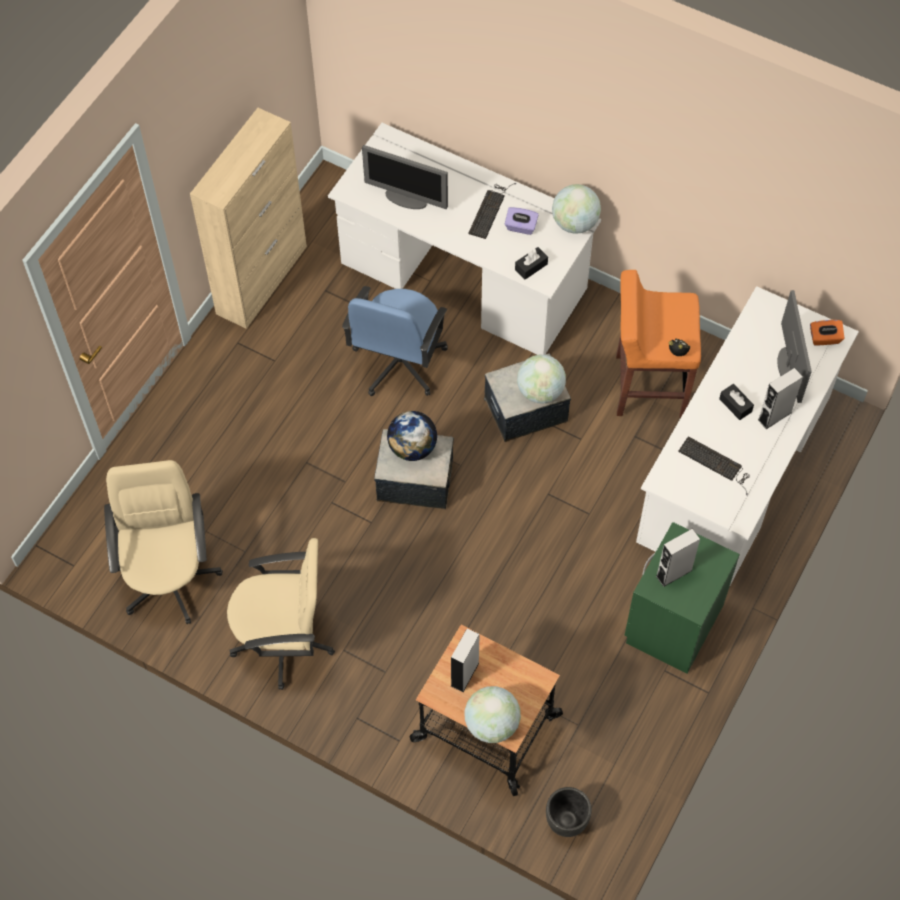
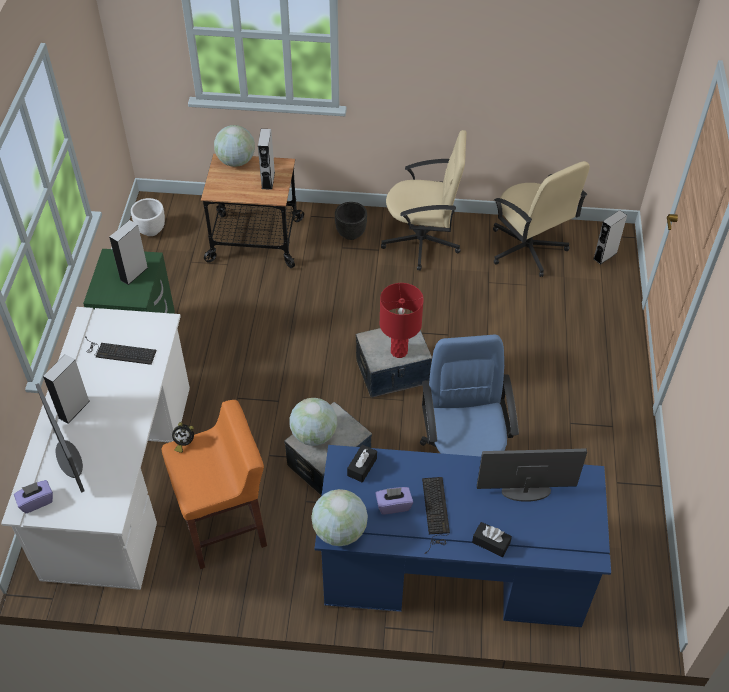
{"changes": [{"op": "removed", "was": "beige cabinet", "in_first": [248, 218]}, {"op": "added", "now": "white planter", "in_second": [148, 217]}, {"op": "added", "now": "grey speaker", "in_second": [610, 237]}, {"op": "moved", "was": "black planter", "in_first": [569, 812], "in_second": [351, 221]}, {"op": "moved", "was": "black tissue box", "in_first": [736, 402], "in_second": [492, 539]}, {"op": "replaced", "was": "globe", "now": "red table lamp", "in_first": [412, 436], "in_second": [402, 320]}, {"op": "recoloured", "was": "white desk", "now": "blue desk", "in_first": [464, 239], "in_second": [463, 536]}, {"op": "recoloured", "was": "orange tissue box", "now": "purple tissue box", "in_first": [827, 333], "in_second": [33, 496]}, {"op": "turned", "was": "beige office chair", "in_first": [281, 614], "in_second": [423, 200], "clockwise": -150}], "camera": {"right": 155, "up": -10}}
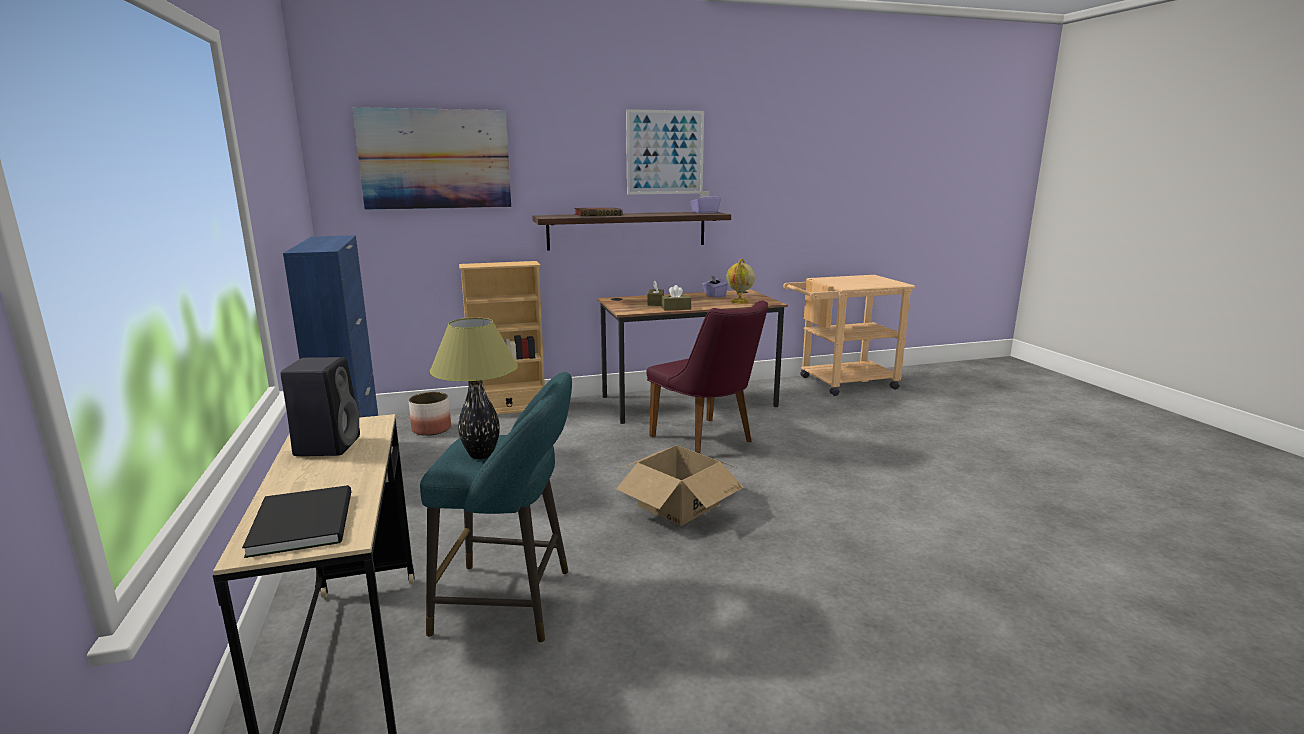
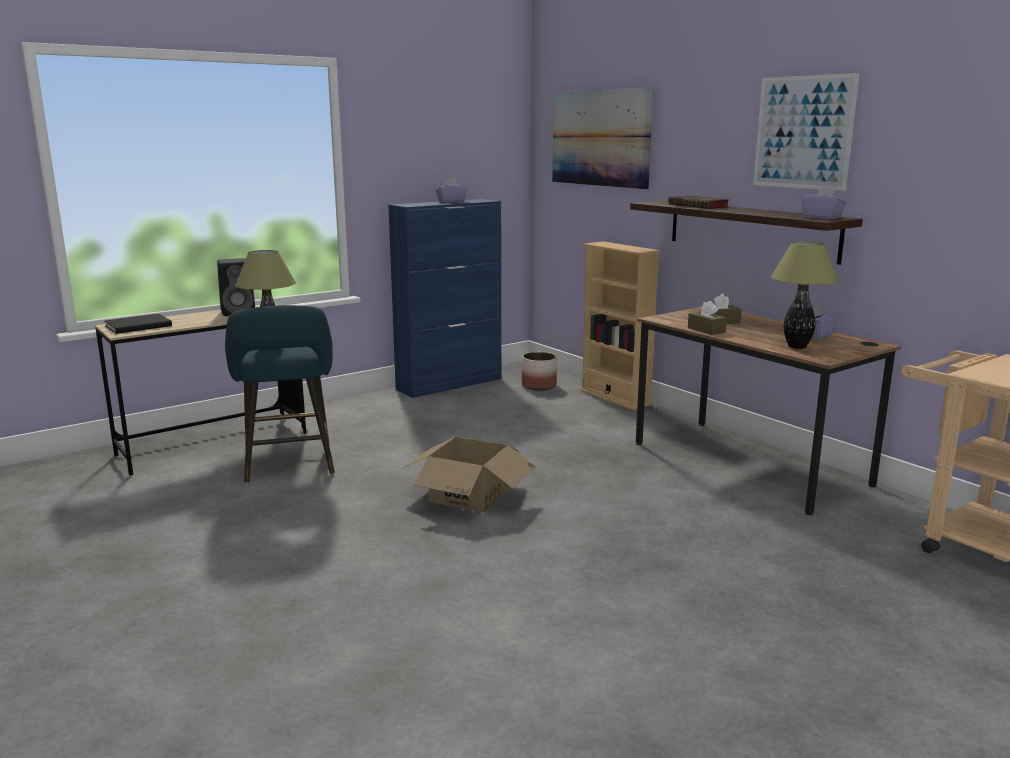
{"changes": [{"op": "removed", "was": "purple chair", "in_first": [707, 377]}, {"op": "added", "now": "purple tissue box", "in_second": [451, 190]}, {"op": "replaced", "was": "globe", "now": "table lamp", "in_first": [740, 281], "in_second": [805, 295]}], "camera": {"right": 70, "up": 0}}
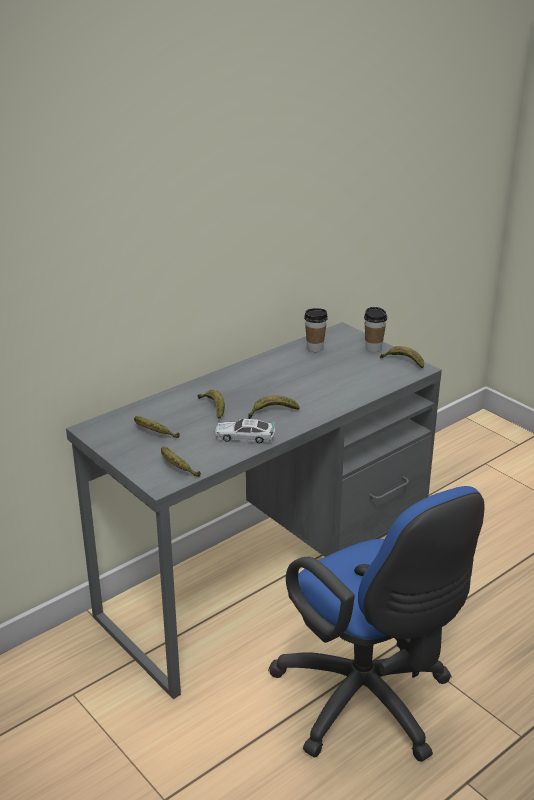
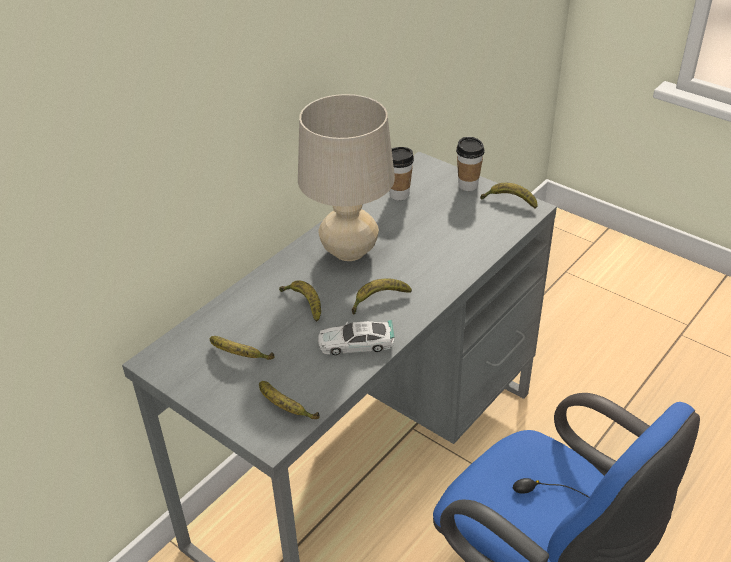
{"changes": [{"op": "added", "now": "beige table lamp", "in_second": [346, 177]}], "camera": {"right": -10, "up": 10}}
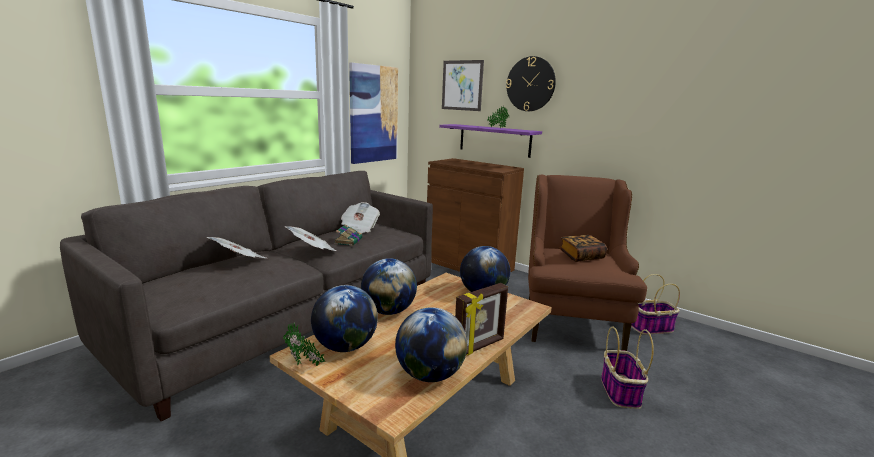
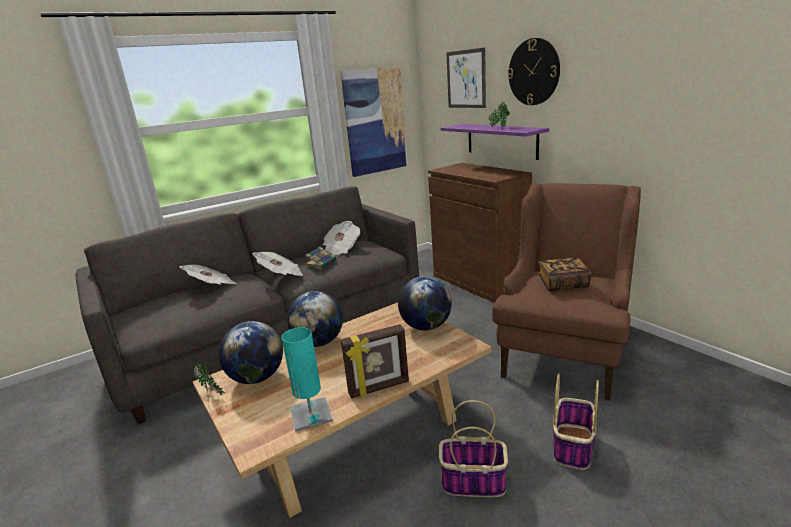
{"changes": [{"op": "moved", "was": "basket", "in_first": [655, 304], "in_second": [473, 448]}, {"op": "replaced", "was": "globe", "now": "turquoise table lamp", "in_first": [431, 344], "in_second": [307, 379]}], "camera": {"right": 20, "up": 5}}
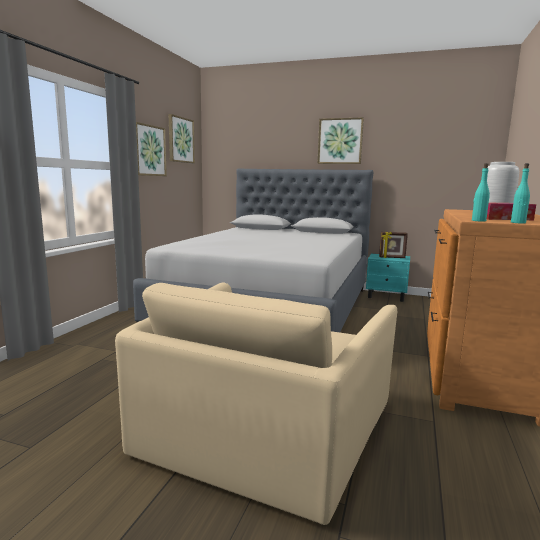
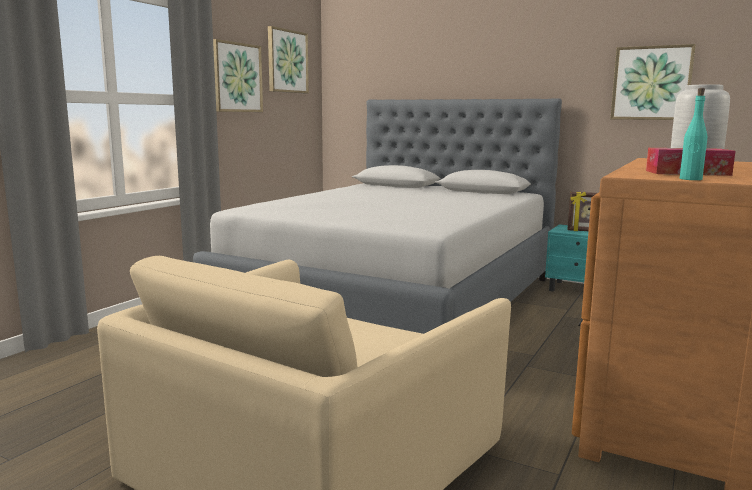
{"changes": [{"op": "removed", "was": "turquoise bottle", "in_first": [481, 192]}, {"op": "moved", "was": "picture", "in_first": [340, 140], "in_second": [653, 82]}], "camera": {"right": 10, "up": 0}}
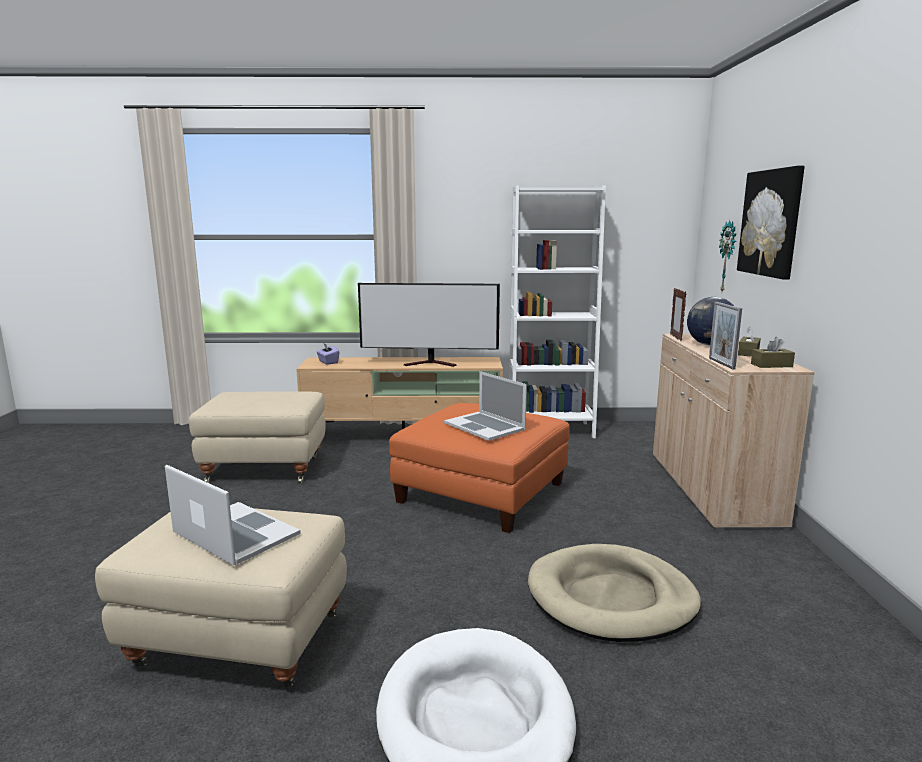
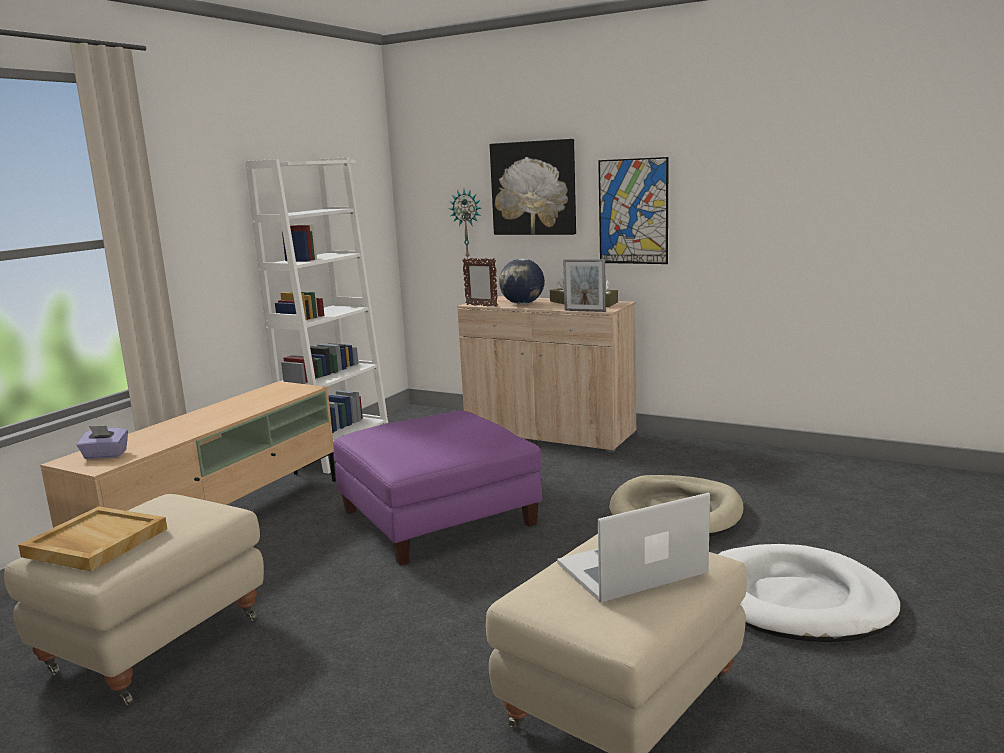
{"changes": [{"op": "removed", "was": "television", "in_first": [429, 325]}, {"op": "removed", "was": "laptop", "in_first": [485, 406]}, {"op": "added", "now": "beige tray", "in_second": [92, 538]}, {"op": "added", "now": "picture", "in_second": [633, 210]}, {"op": "recoloured", "was": "orange ottoman", "now": "purple ottoman", "in_first": [479, 468], "in_second": [437, 488]}], "camera": {"right": -60, "up": 0}}
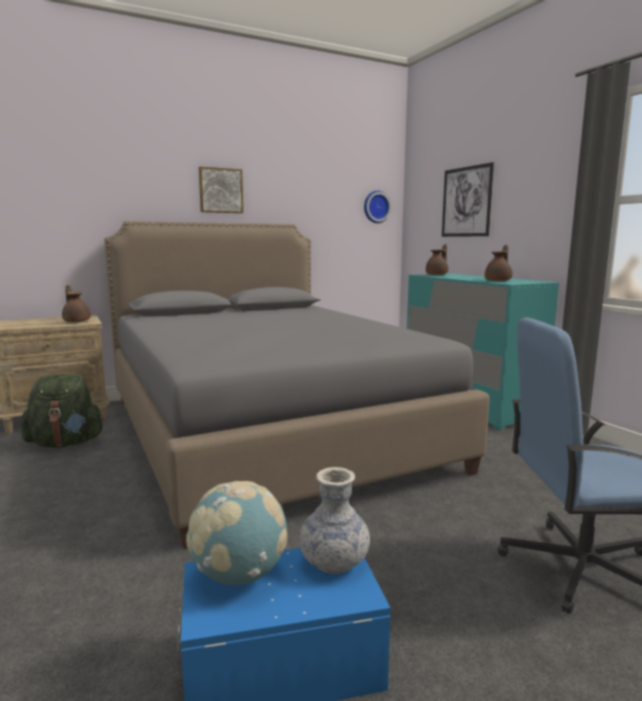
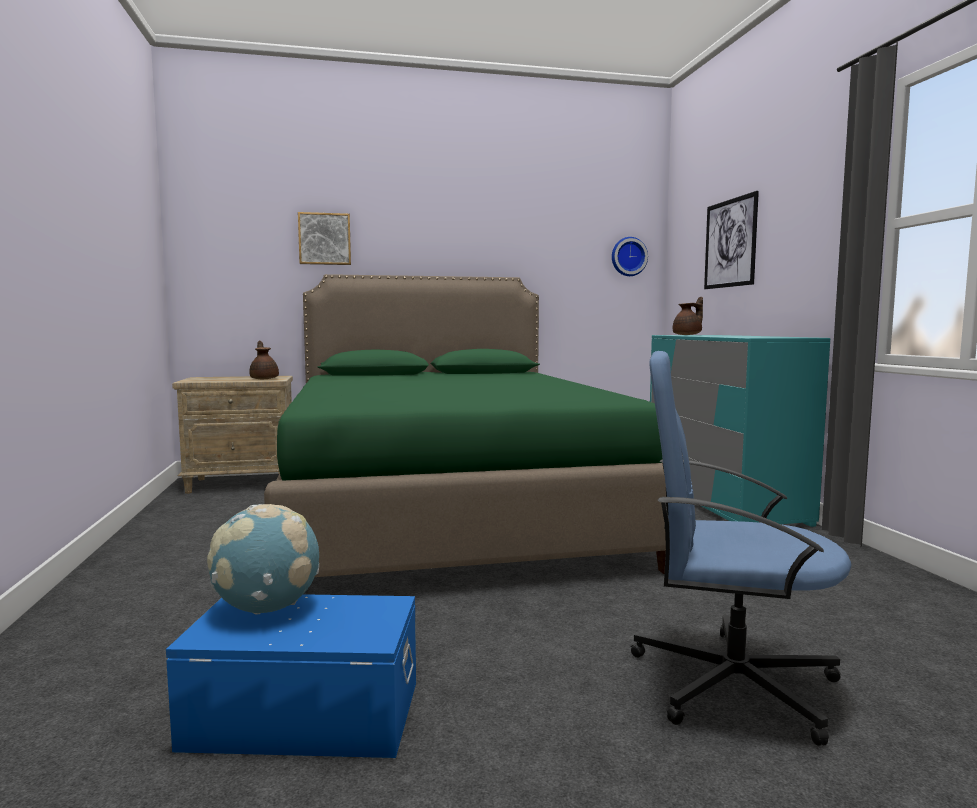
{"changes": [{"op": "removed", "was": "green backpack", "in_first": [62, 411]}, {"op": "removed", "was": "vase", "in_first": [335, 520]}, {"op": "removed", "was": "brown teapot", "in_first": [499, 263]}, {"op": "moved", "was": "picture", "in_first": [221, 190], "in_second": [324, 238]}, {"op": "recoloured", "was": "grey bed", "now": "green bed", "in_first": [297, 385], "in_second": [465, 425]}], "camera": {"right": 15, "up": -5}}
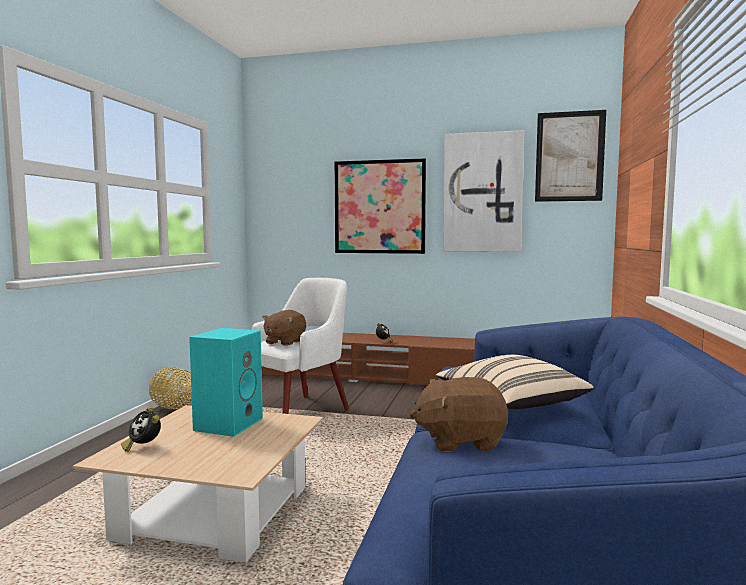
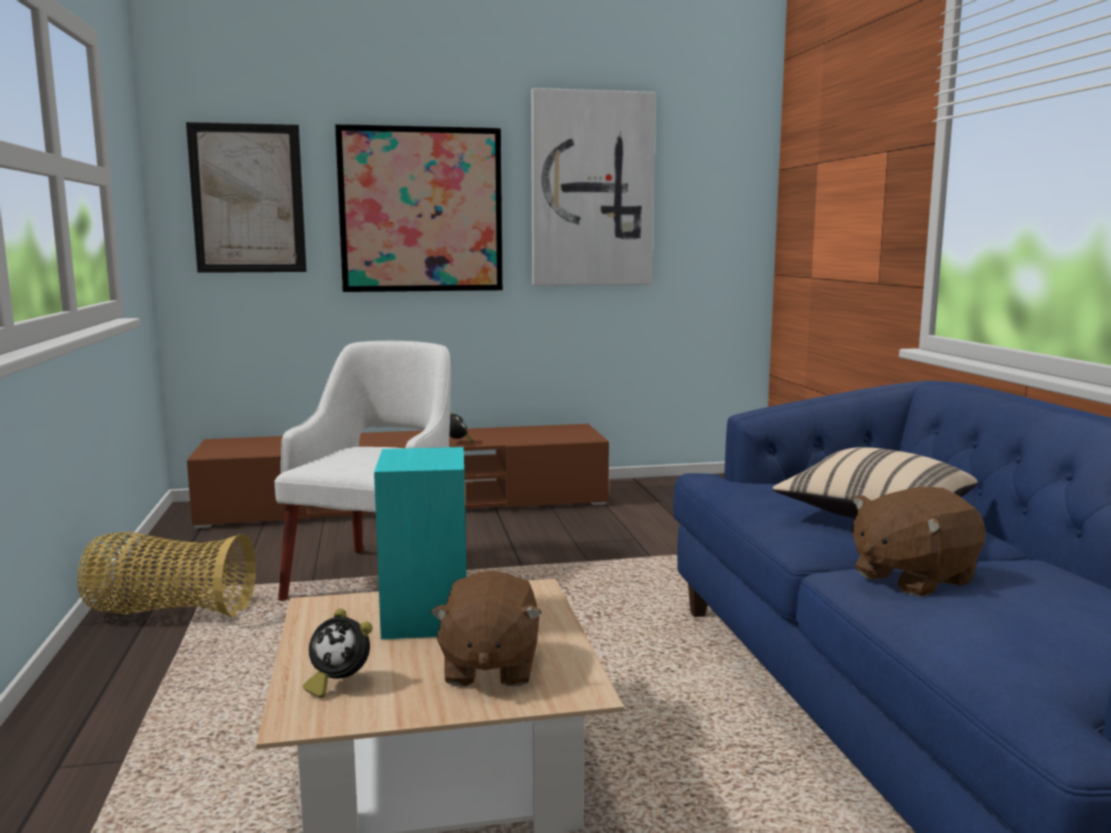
{"changes": [{"op": "moved", "was": "brown plush toy", "in_first": [284, 328], "in_second": [486, 629]}, {"op": "moved", "was": "picture", "in_first": [570, 156], "in_second": [246, 197]}], "camera": {"right": -25, "up": 5}}
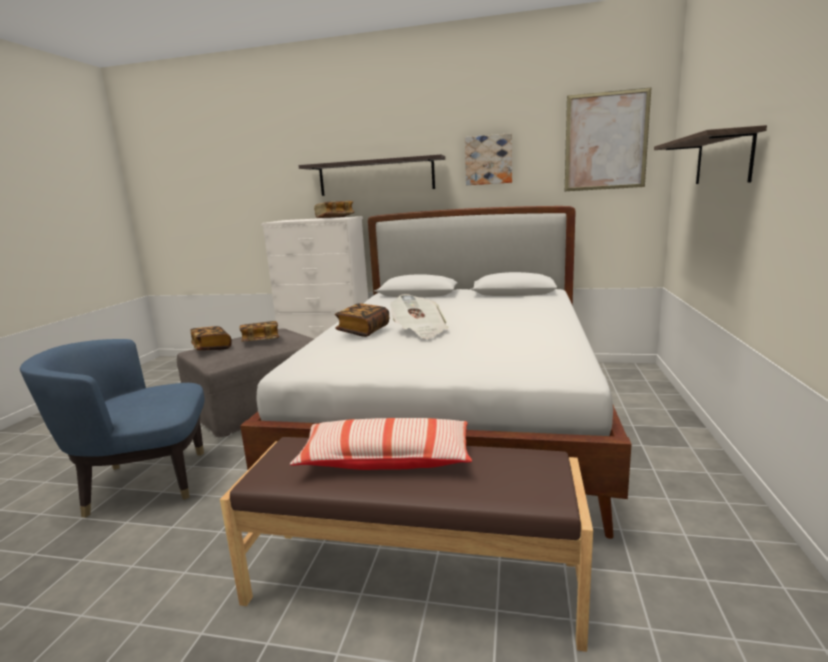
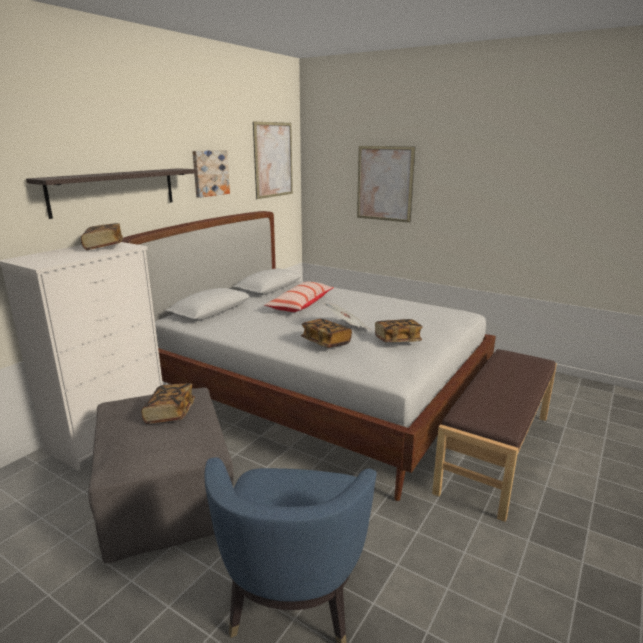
{"changes": [{"op": "moved", "was": "book", "in_first": [211, 338], "in_second": [399, 330]}, {"op": "moved", "was": "pillow", "in_first": [381, 444], "in_second": [298, 297]}, {"op": "replaced", "was": "shelf", "now": "picture", "in_first": [710, 154], "in_second": [386, 184]}], "camera": {"right": -70, "up": 5}}
